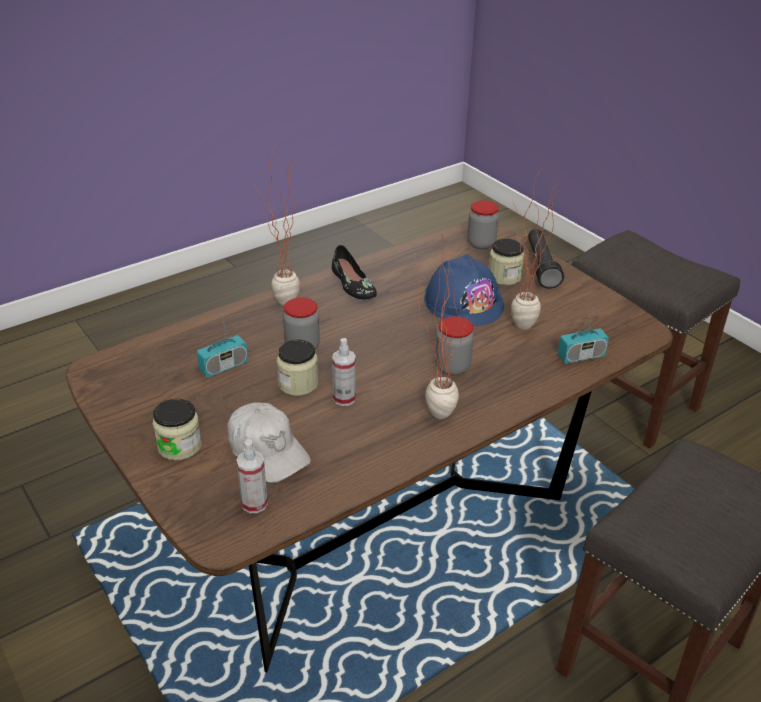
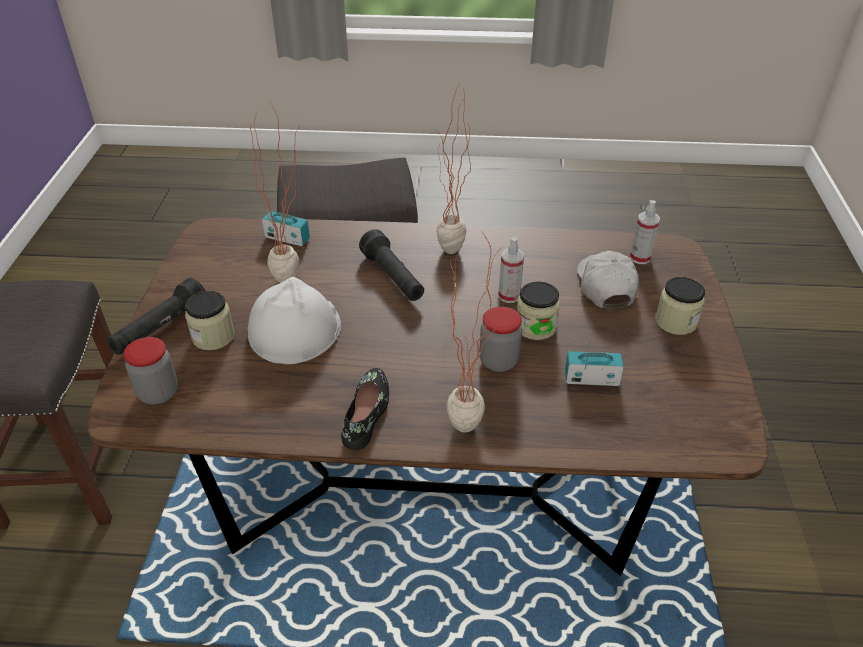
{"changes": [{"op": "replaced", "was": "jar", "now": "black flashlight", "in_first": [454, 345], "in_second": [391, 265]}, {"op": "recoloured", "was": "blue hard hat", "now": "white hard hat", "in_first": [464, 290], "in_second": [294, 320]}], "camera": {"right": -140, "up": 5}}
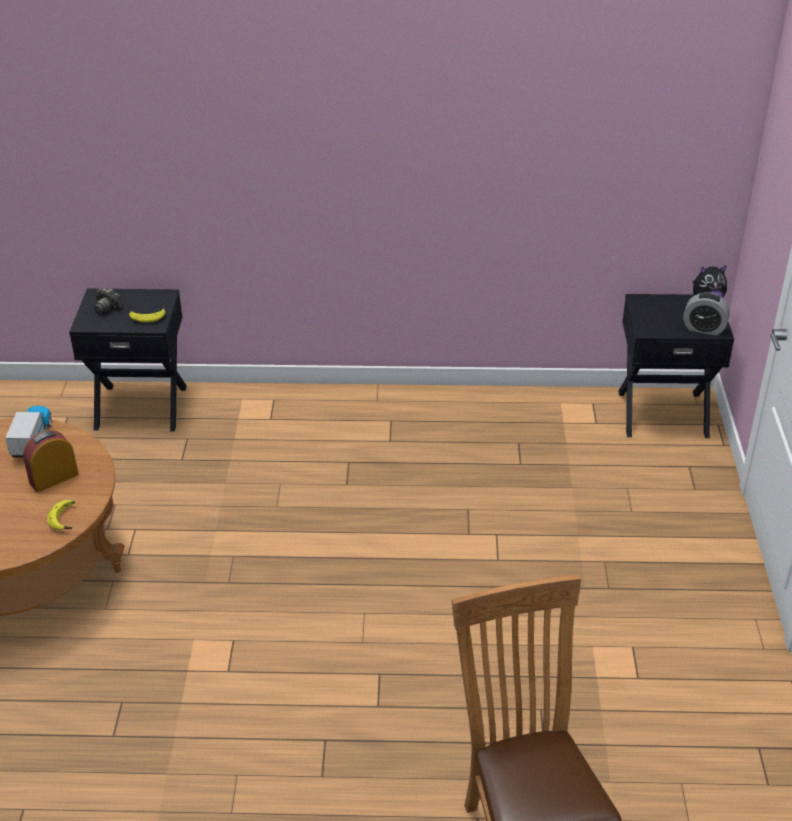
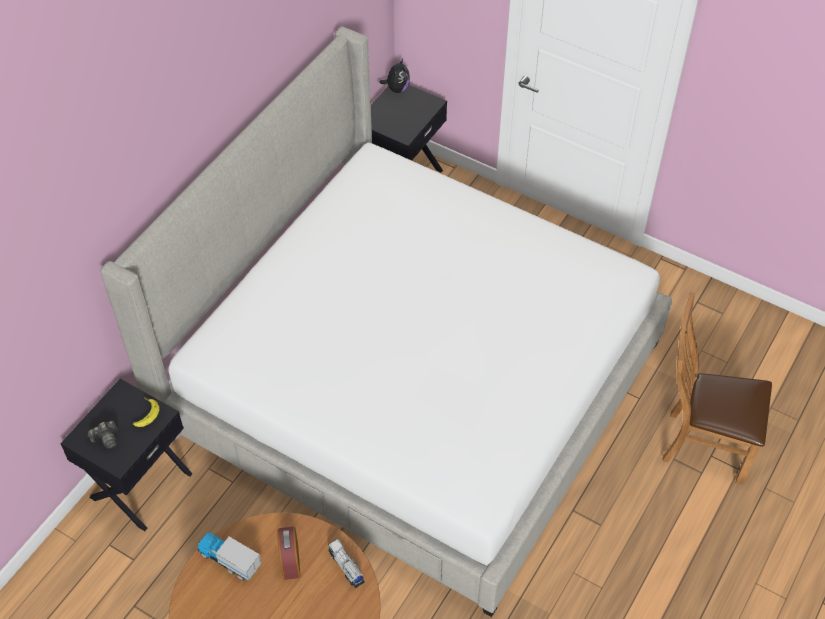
{"changes": [{"op": "removed", "was": "alarm clock", "in_first": [706, 314]}, {"op": "added", "now": "bed", "in_second": [386, 322]}, {"op": "replaced", "was": "banana", "now": "toy truck", "in_first": [61, 515], "in_second": [346, 563]}], "camera": {"right": -60, "up": 15}}
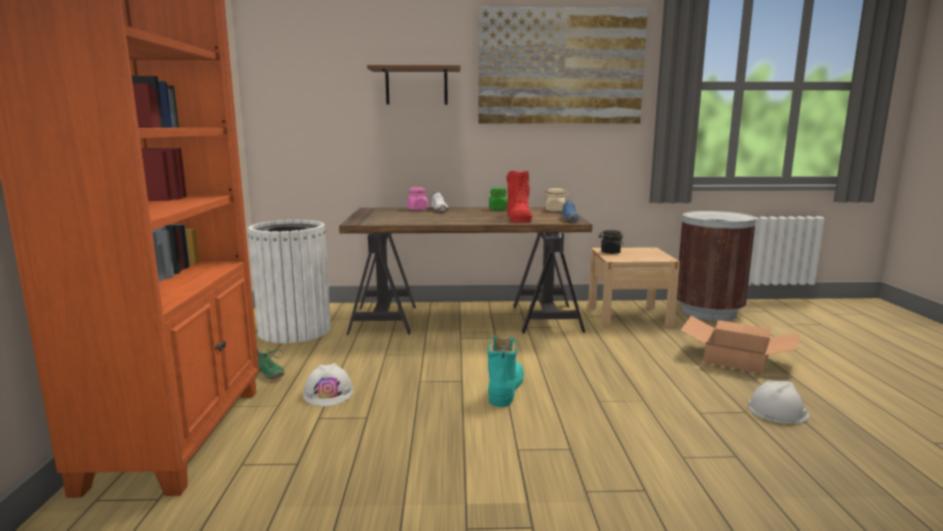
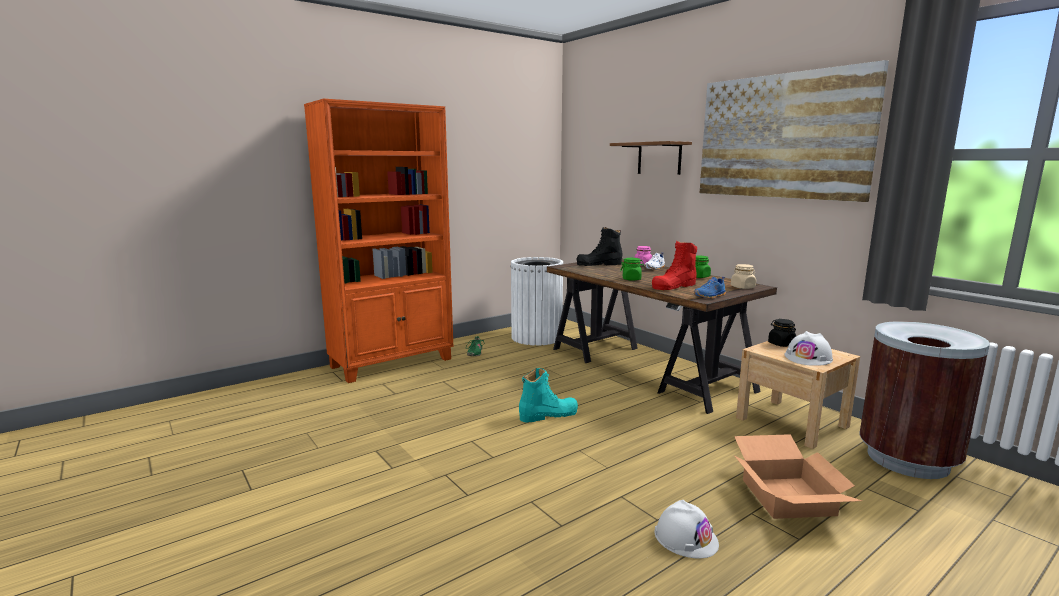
{"changes": [{"op": "added", "now": "black boot", "in_second": [599, 246]}, {"op": "added", "now": "green jar", "in_second": [632, 269]}, {"op": "moved", "was": "white hard hat", "in_first": [328, 384], "in_second": [808, 348]}], "camera": {"right": 55, "up": 0}}
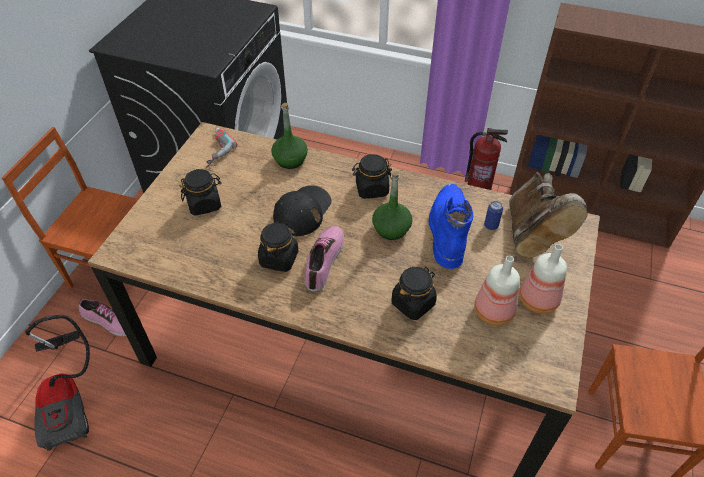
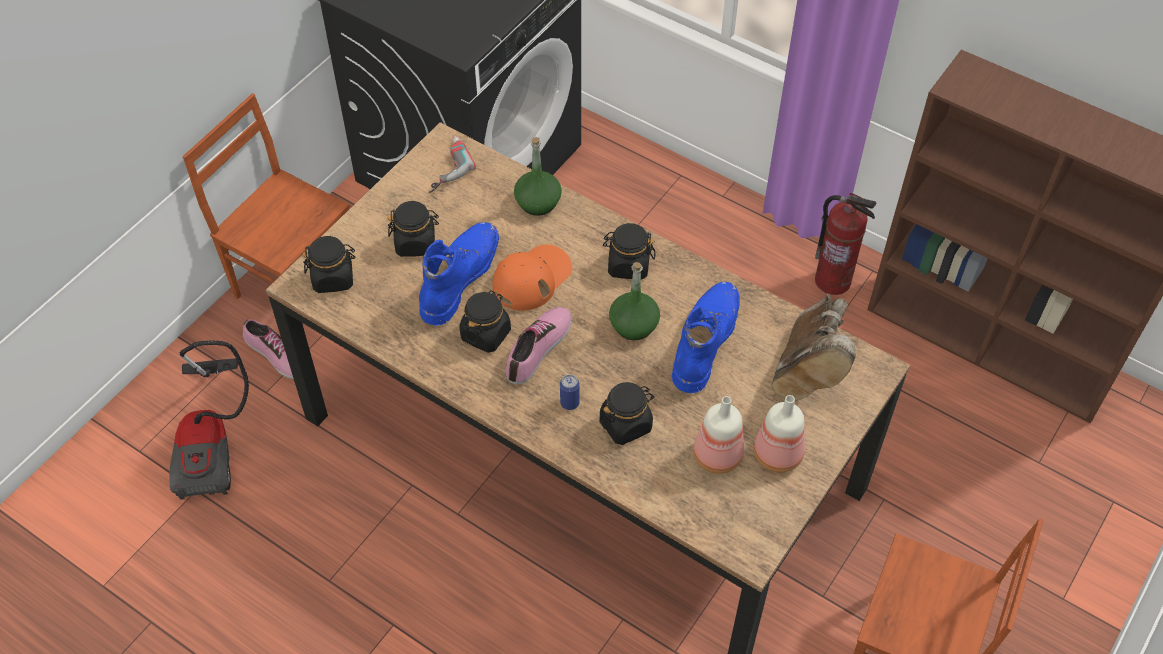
{"changes": [{"op": "added", "now": "black jar", "in_second": [329, 264]}, {"op": "added", "now": "blue boot", "in_second": [459, 273]}, {"op": "moved", "was": "can", "in_first": [493, 215], "in_second": [570, 392]}, {"op": "recoloured", "was": "black cap", "now": "orange cap", "in_first": [302, 211], "in_second": [532, 278]}], "camera": {"right": 15, "up": 5}}
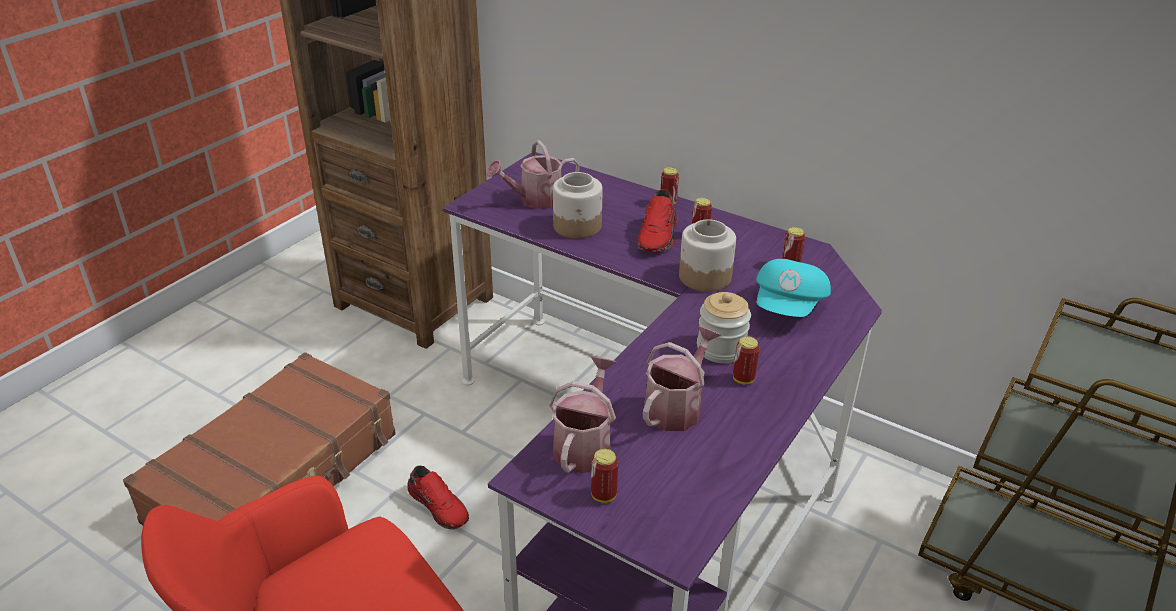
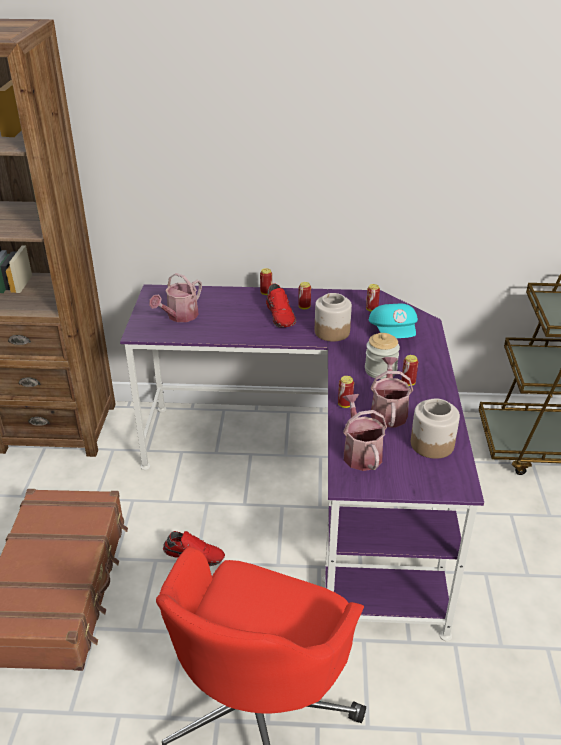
{"changes": [{"op": "moved", "was": "jar", "in_first": [578, 205], "in_second": [435, 428]}, {"op": "moved", "was": "can", "in_first": [604, 476], "in_second": [346, 392]}], "camera": {"right": -30, "up": 0}}
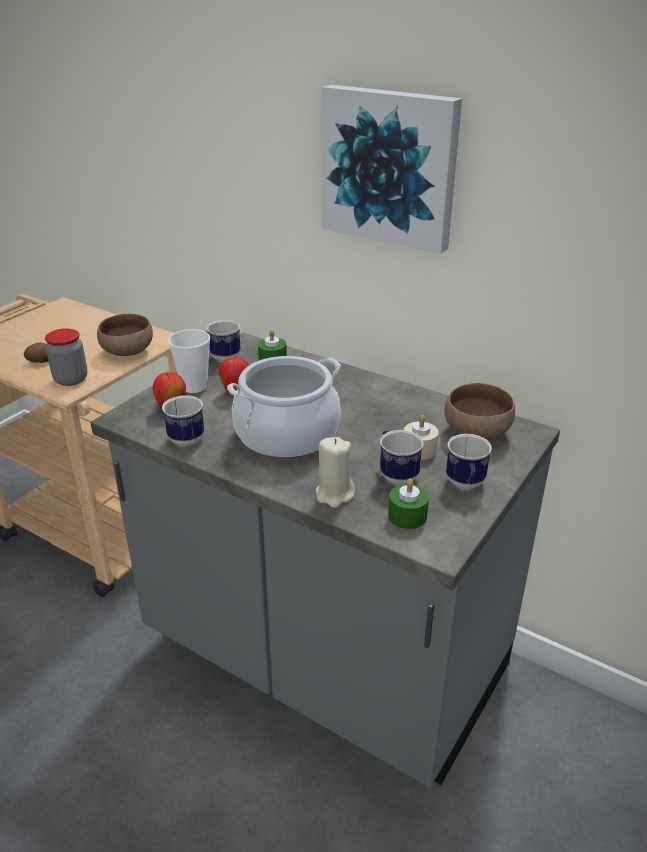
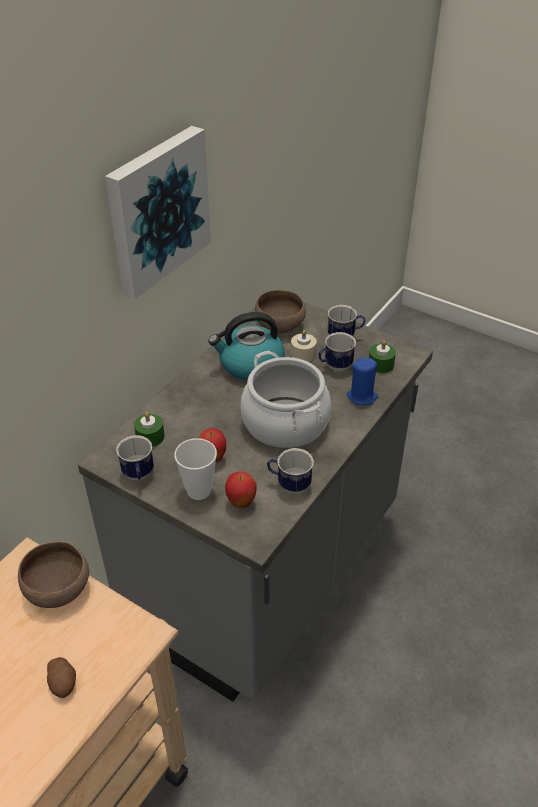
{"changes": [{"op": "removed", "was": "jar", "in_first": [66, 357]}, {"op": "added", "now": "kettle", "in_second": [246, 346]}, {"op": "recoloured", "was": "beige candle", "now": "blue candle", "in_first": [335, 472], "in_second": [362, 381]}], "camera": {"right": -90, "up": 10}}
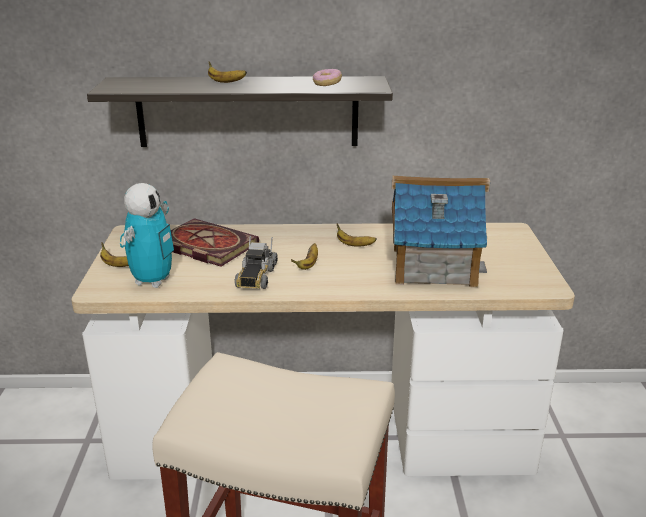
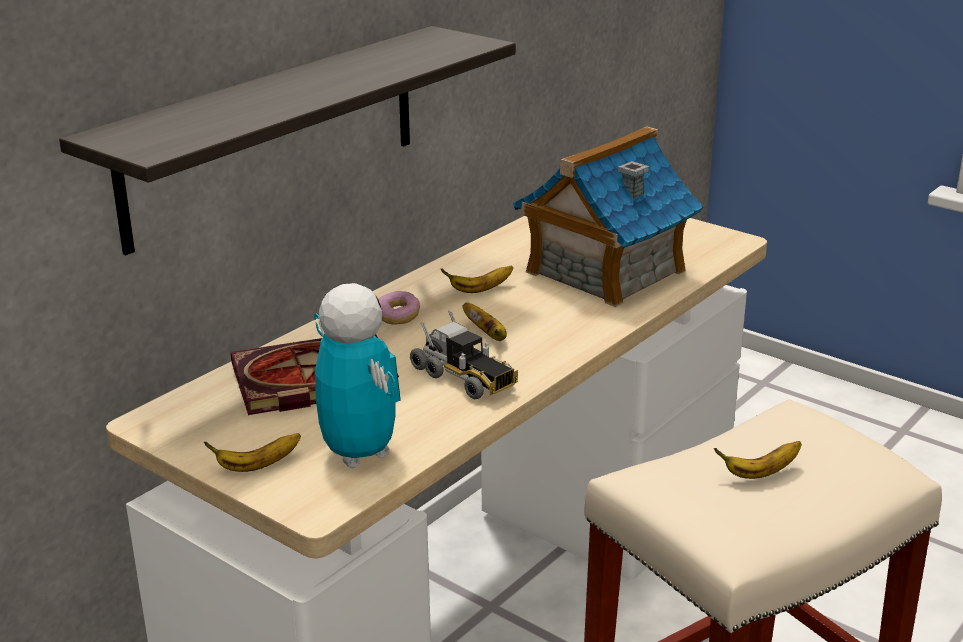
{"changes": [{"op": "moved", "was": "banana", "in_first": [227, 72], "in_second": [757, 460]}, {"op": "moved", "was": "donut", "in_first": [327, 77], "in_second": [399, 307]}], "camera": {"right": -50, "up": 0}}
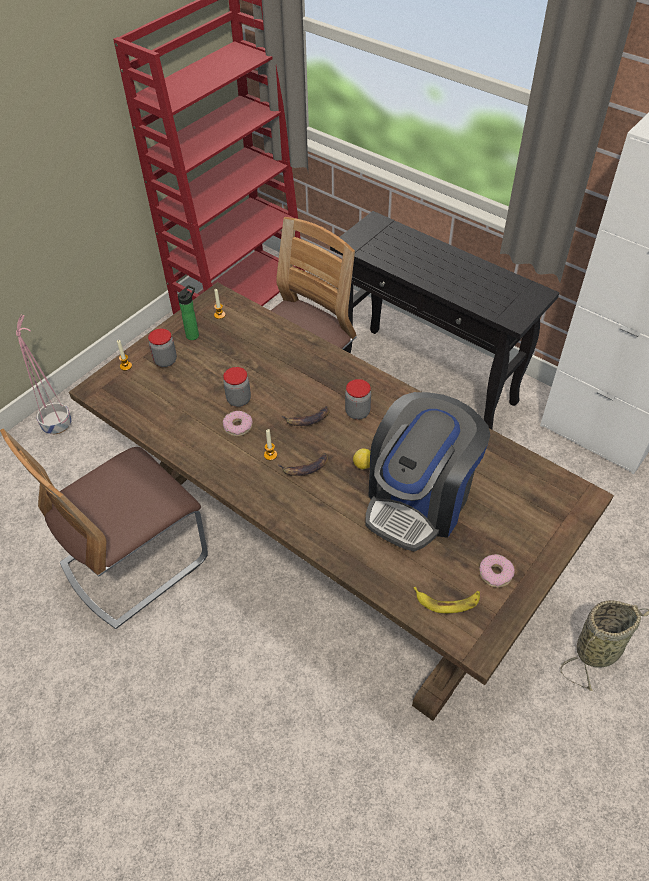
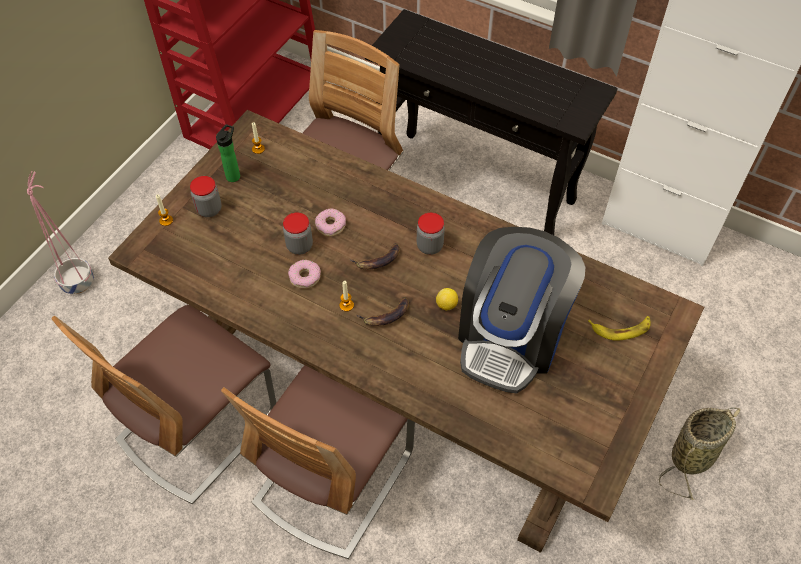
{"changes": [{"op": "added", "now": "chair", "in_second": [318, 462]}, {"op": "moved", "was": "banana", "in_first": [447, 600], "in_second": [619, 328]}, {"op": "moved", "was": "donut", "in_first": [497, 571], "in_second": [330, 223]}], "camera": {"right": -10, "up": 5}}
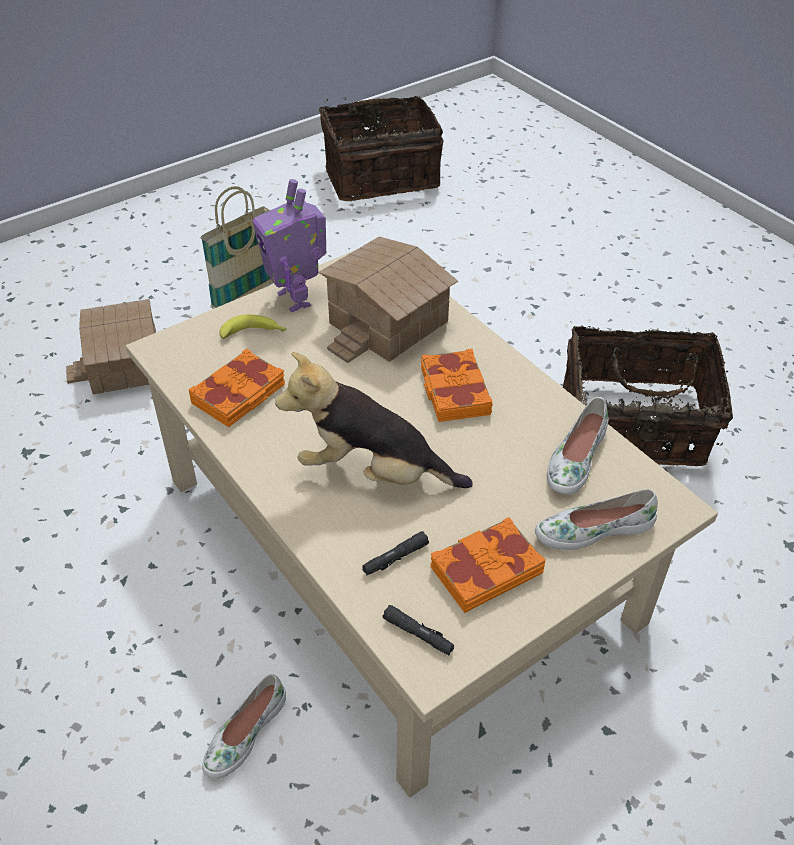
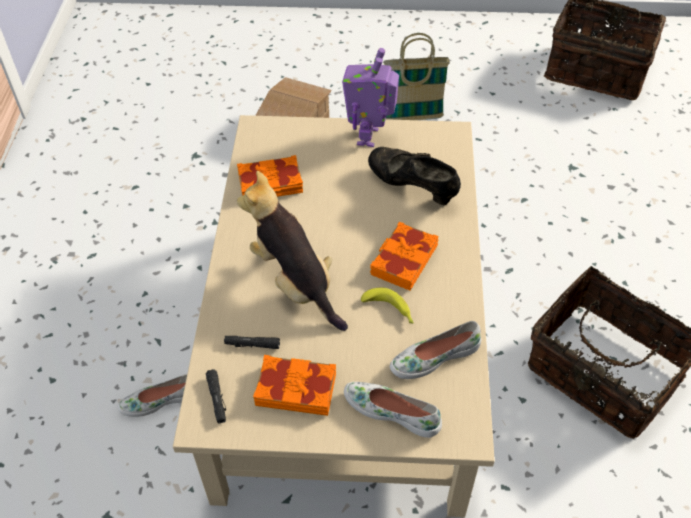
{"changes": [{"op": "moved", "was": "banana", "in_first": [253, 327], "in_second": [387, 305]}, {"op": "replaced", "was": "toy house", "now": "black shoe", "in_first": [388, 300], "in_second": [414, 176]}], "camera": {"right": 40, "up": 5}}
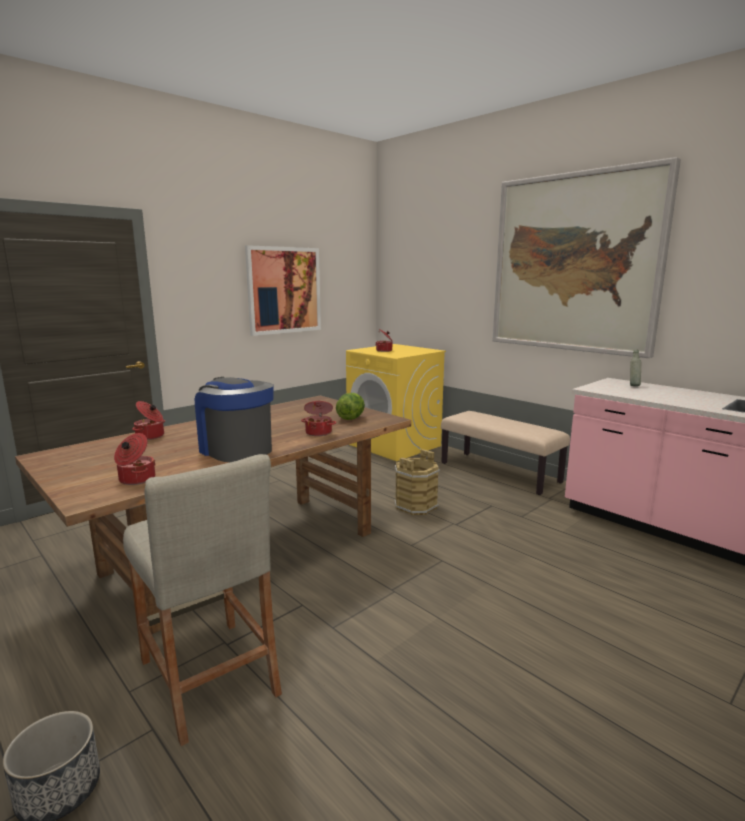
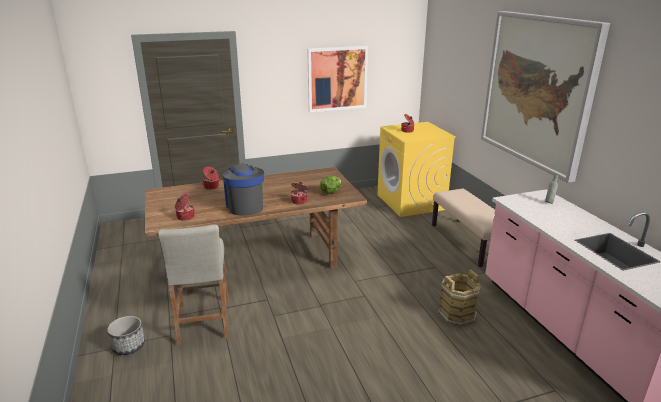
{"changes": [{"op": "moved", "was": "brown bucket", "in_first": [417, 482], "in_second": [459, 298]}], "camera": {"right": 25, "up": 10}}
